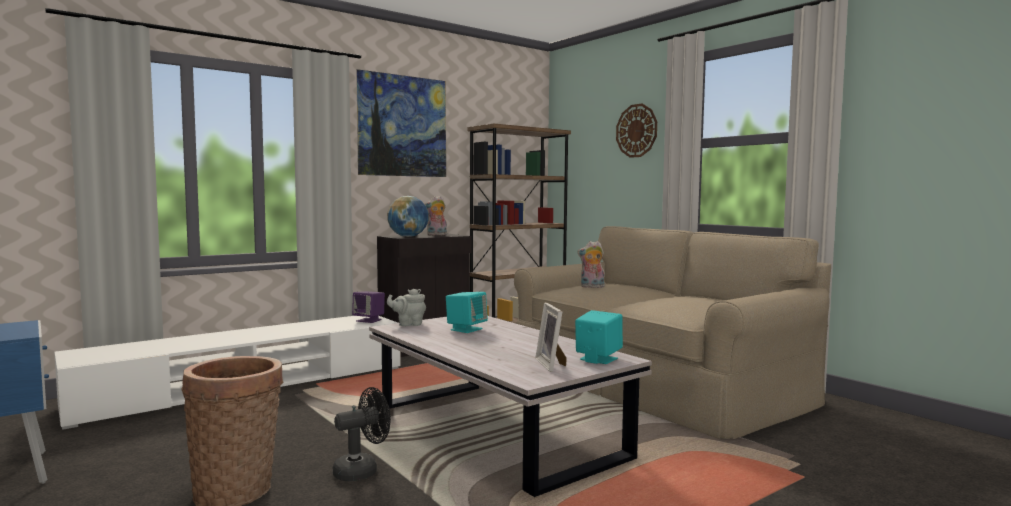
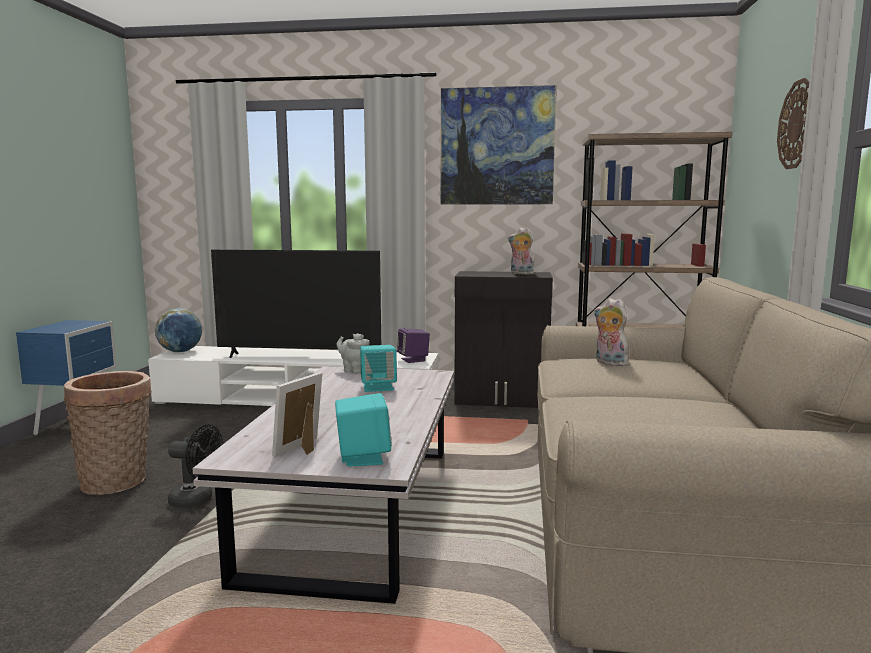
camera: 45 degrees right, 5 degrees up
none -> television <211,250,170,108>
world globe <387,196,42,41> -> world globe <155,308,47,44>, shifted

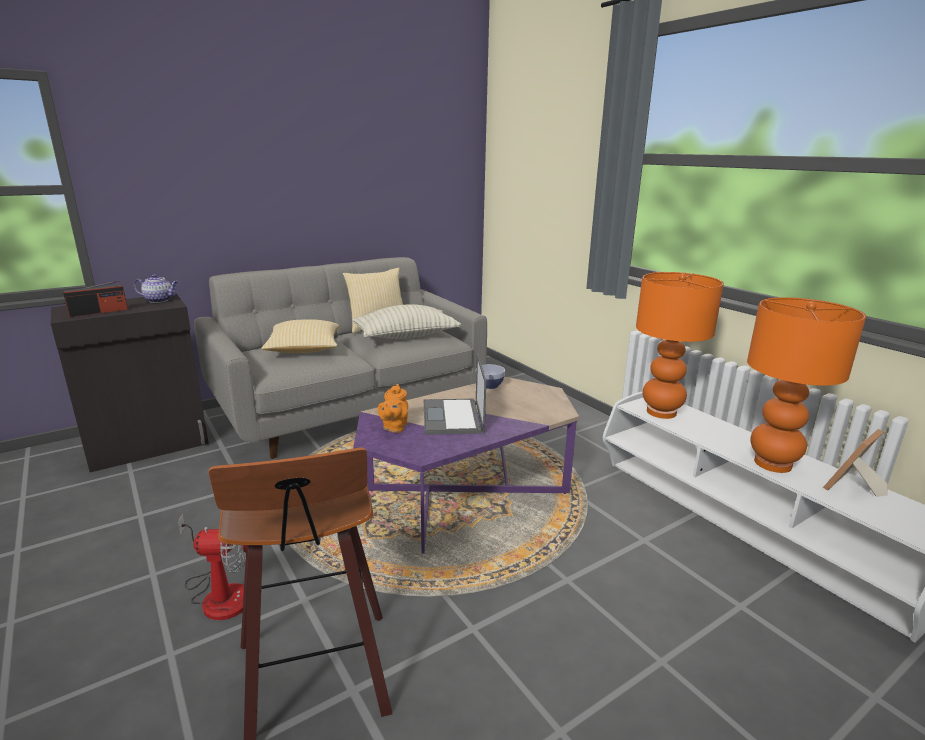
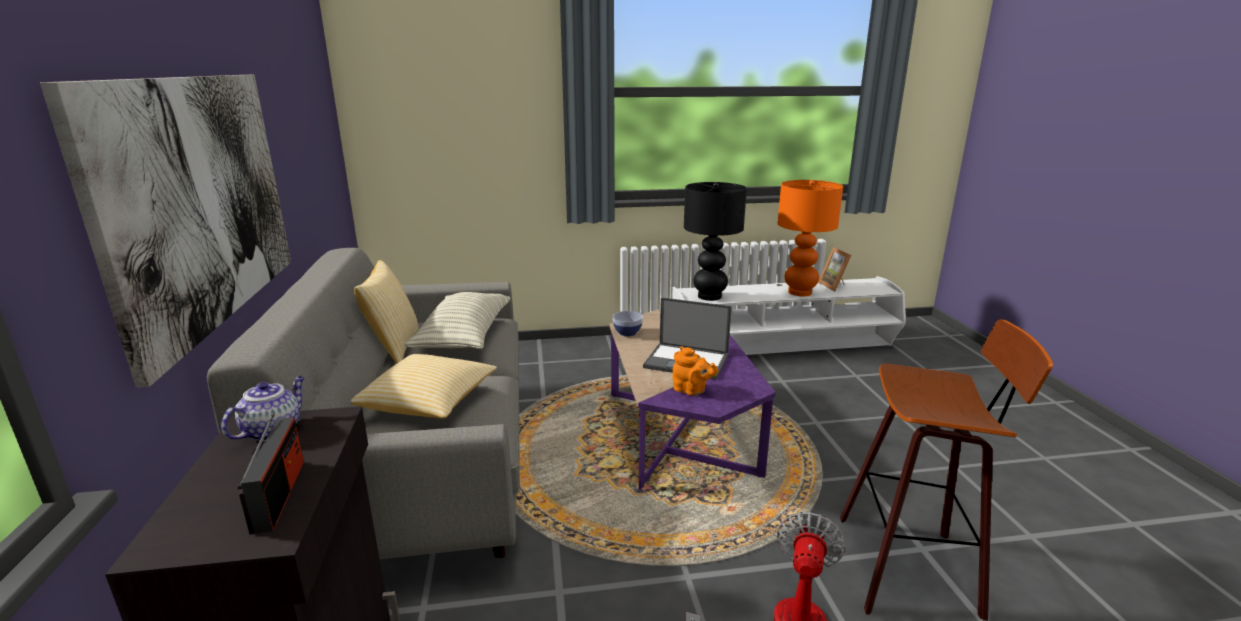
camera: 65 degrees left, 0 degrees up
none -> picture <40,75,251,312>
orangey tabletop lamp <636,272,88,147> -> blackish tabletop lamp <684,182,63,119>

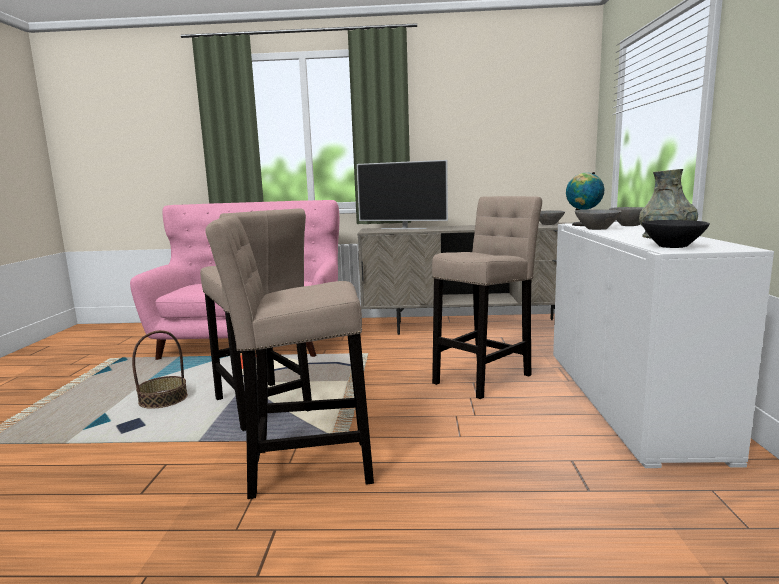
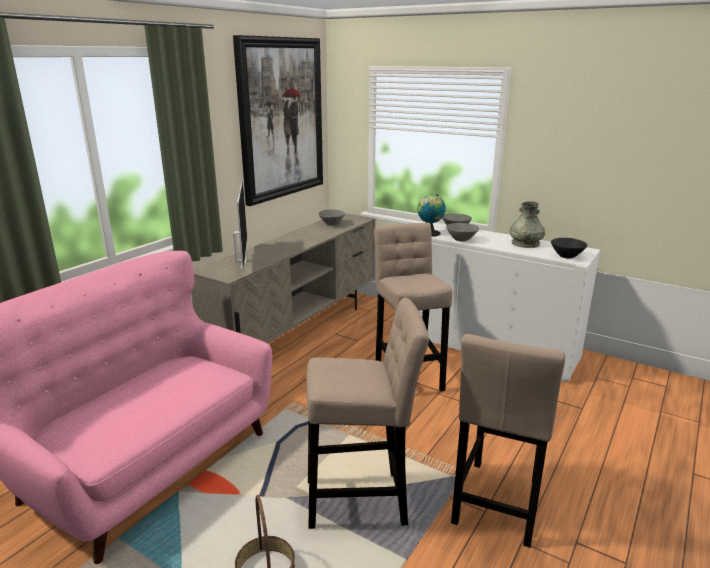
camera: 60 degrees left, 10 degrees up
none -> picture <233,35,90,171>
television <357,160,91,69> -> television <233,179,14,92>, 60 degrees counterclockwise

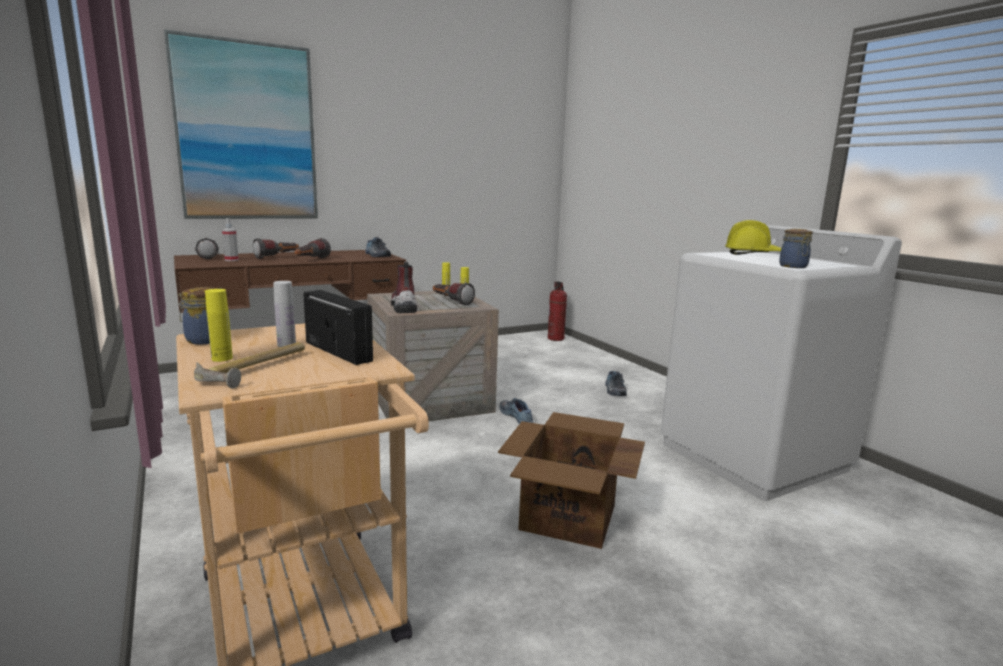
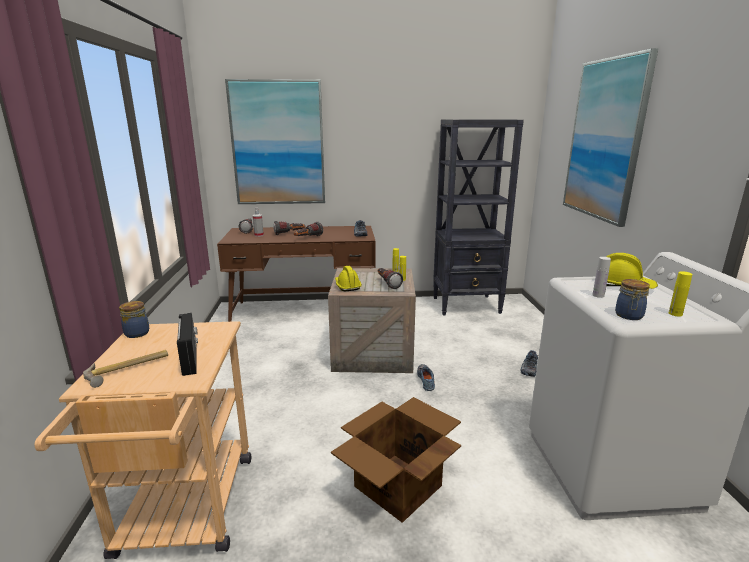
camera: 25 degrees right, 5 degrees up
extinguisher <548,281,19,60> -> none
none -> blackish bookshelf <433,119,91,196>
none -> picture <563,48,95,179>
yellow-coloured drink bottle <205,289,28,73> -> yellow-coloured drink bottle <669,271,23,46>, shifted
white-coloured drink bottle <273,281,23,66> -> white-coloured drink bottle <593,257,18,41>, shifted
high-top boot <391,262,26,51> -> yellow-coloured safety helmet <335,266,27,25>

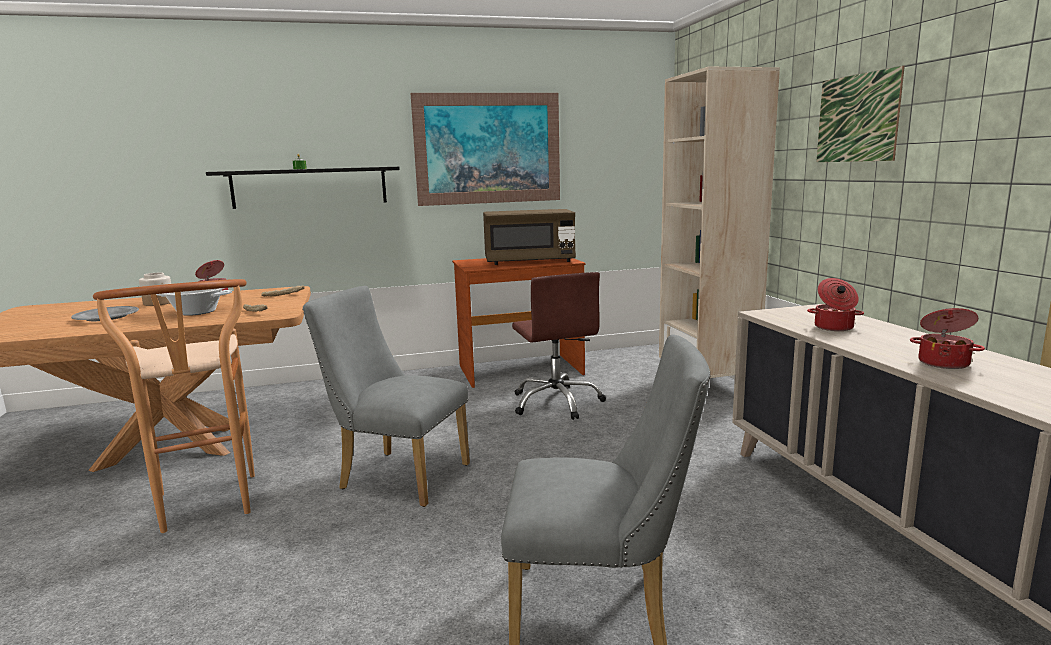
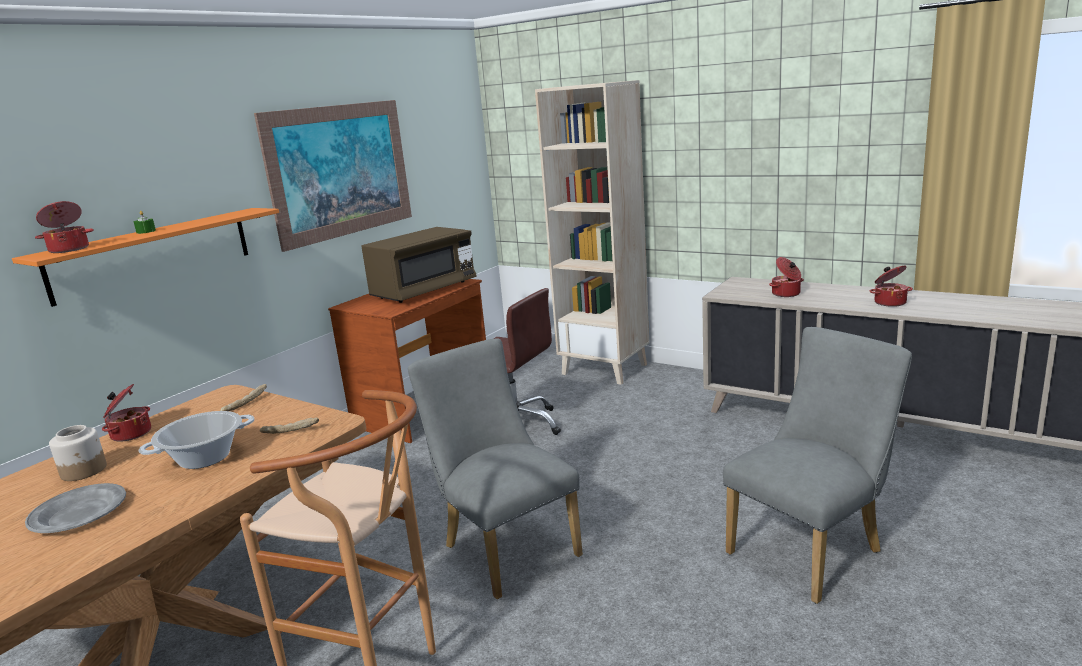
camera: 40 degrees left, 5 degrees up
picture <816,66,89,96> -> none
none -> cooking pot <35,201,59,52>
blackish shelf <206,167,194,42> -> orangey shelf <12,208,267,99>
greyish chair <302,286,168,221> -> greyish chair <408,339,175,260>, 75 degrees clockwise

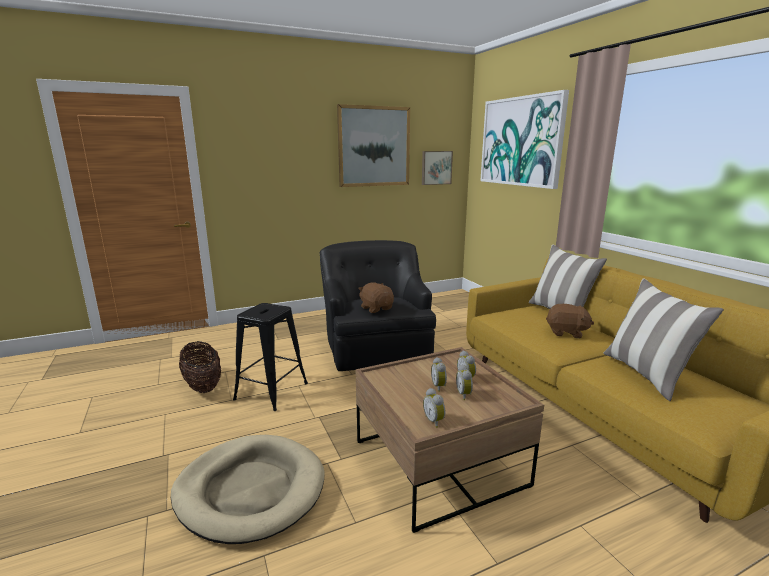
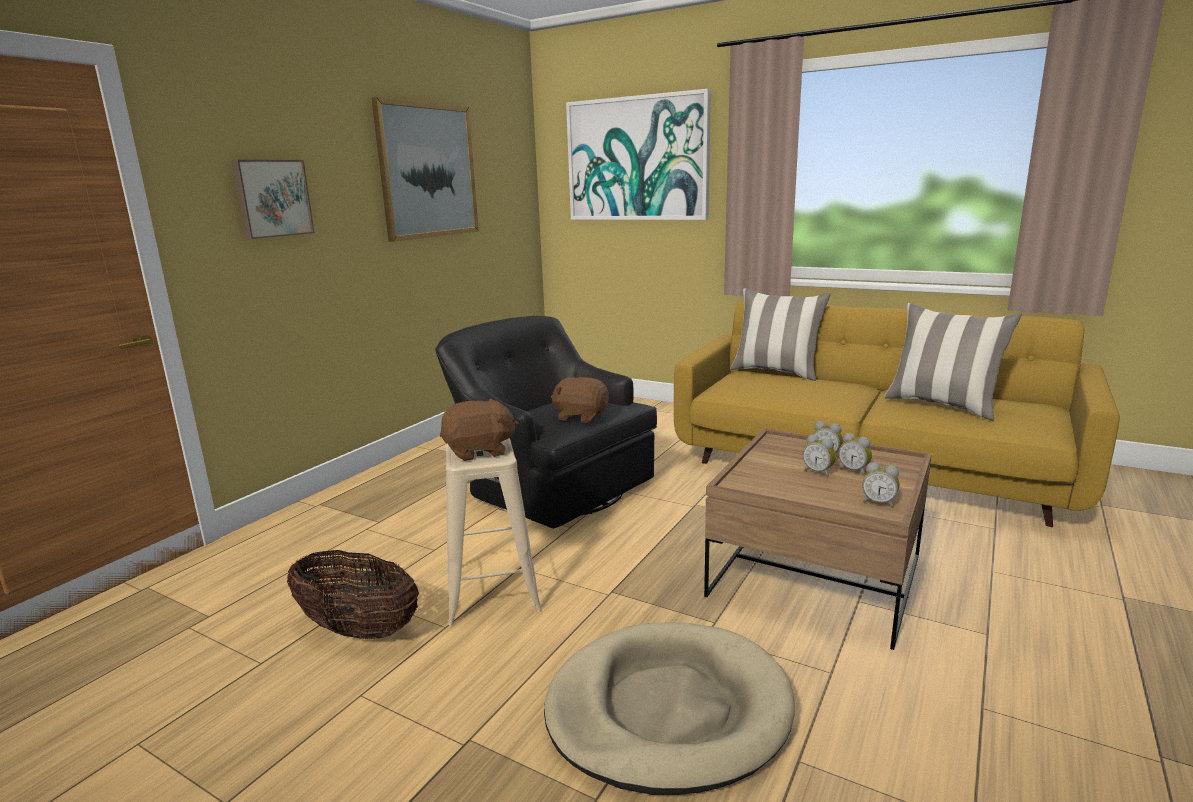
camera: 35 degrees left, 0 degrees up
picture <422,151,31,34> -> picture <232,160,83,79>, shifted
brown-coloured soft toy <546,304,48,34> -> brown-coloured soft toy <440,399,79,62>, shifted
blackish stool <233,303,75,108> -> sand-coloured stool <445,438,97,188>

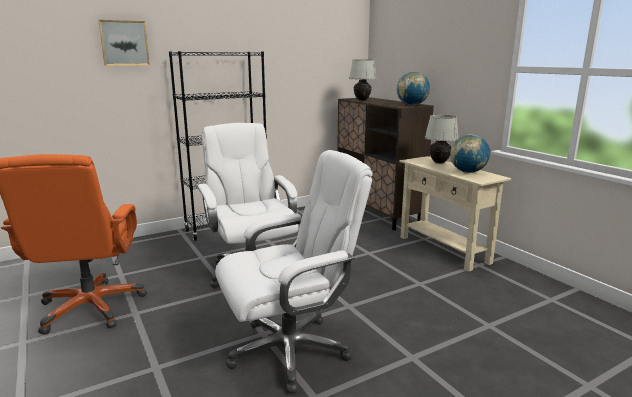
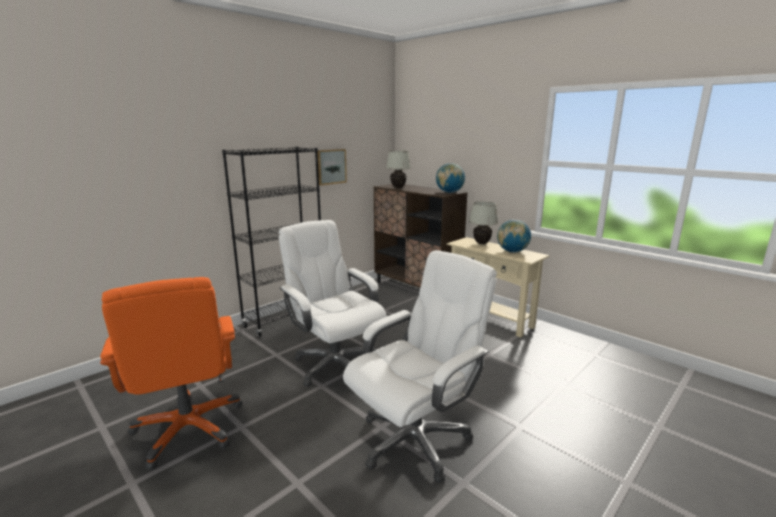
camera: 15 degrees left, 0 degrees up
picture <98,20,52,46> -> picture <318,149,29,37>, shifted

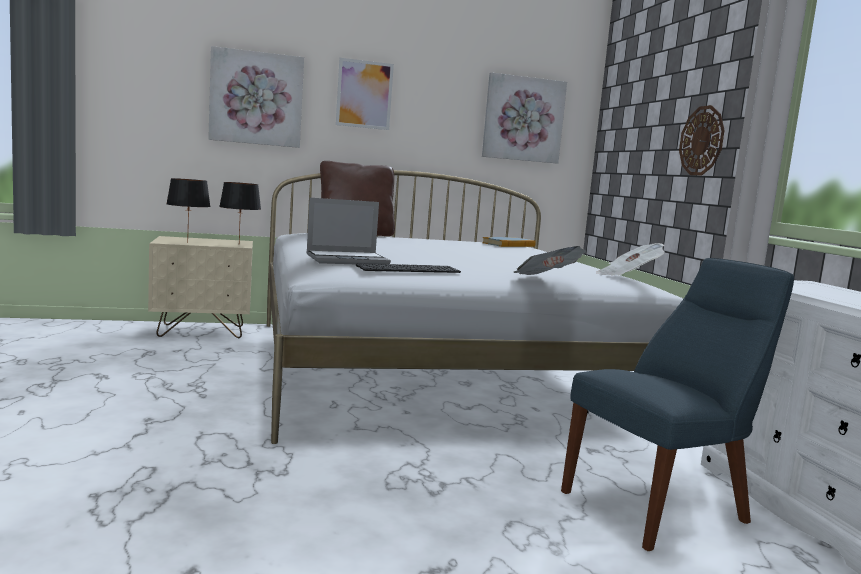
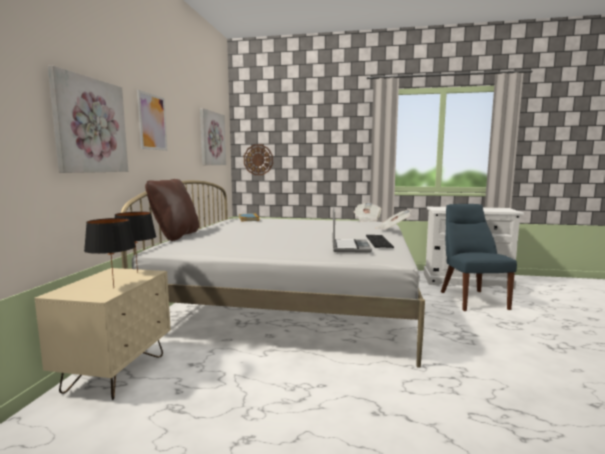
camera: 65 degrees left, 0 degrees up
hanging clock <679,105,46,71> -> hanging clock <244,144,29,31>, shifted

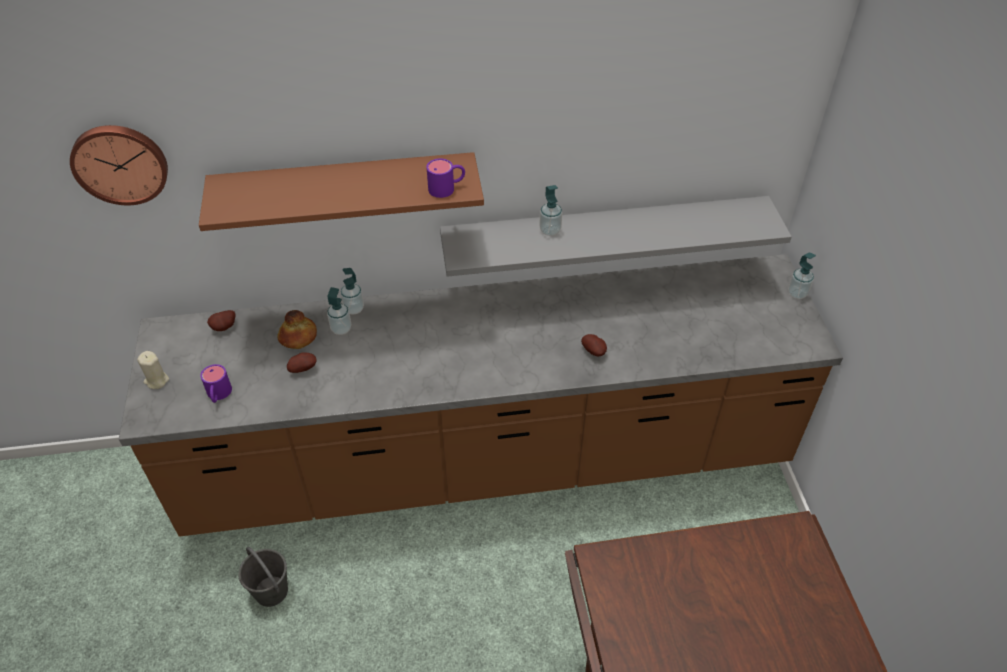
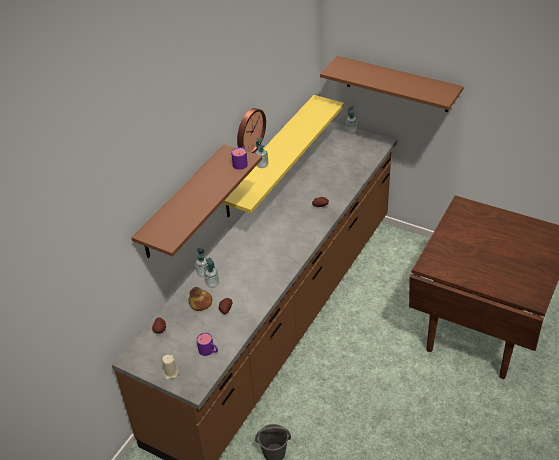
camera: 50 degrees left, 5 degrees down
none -> brown-coloured shelf <320,56,144,56>
hanging clock <70,125,98,80> -> hanging clock <237,108,29,45>, shifted
greyish shelf <440,196,352,81> -> yellow-coloured shelf <222,95,122,123>

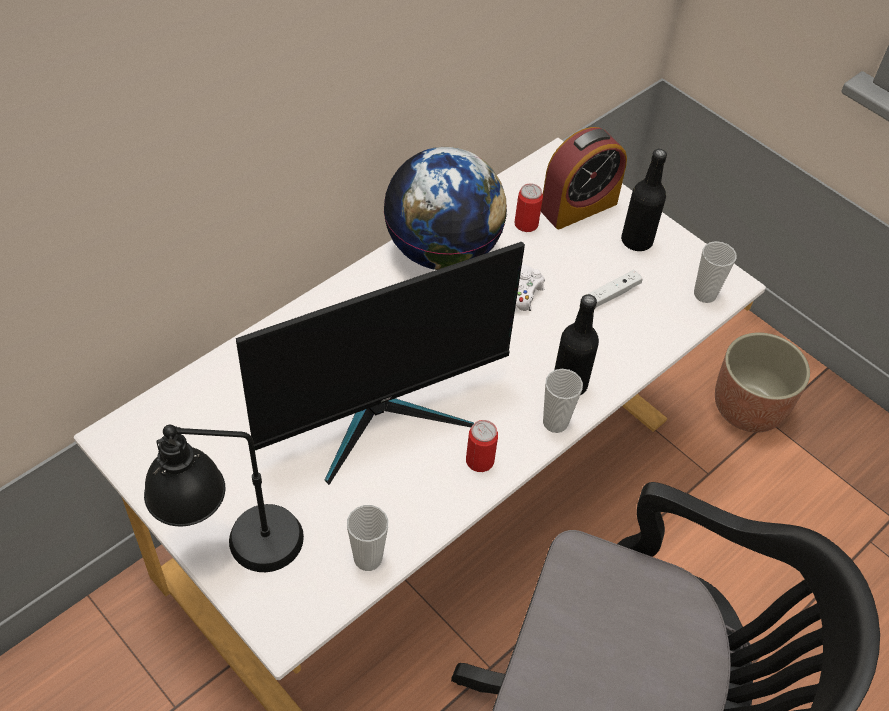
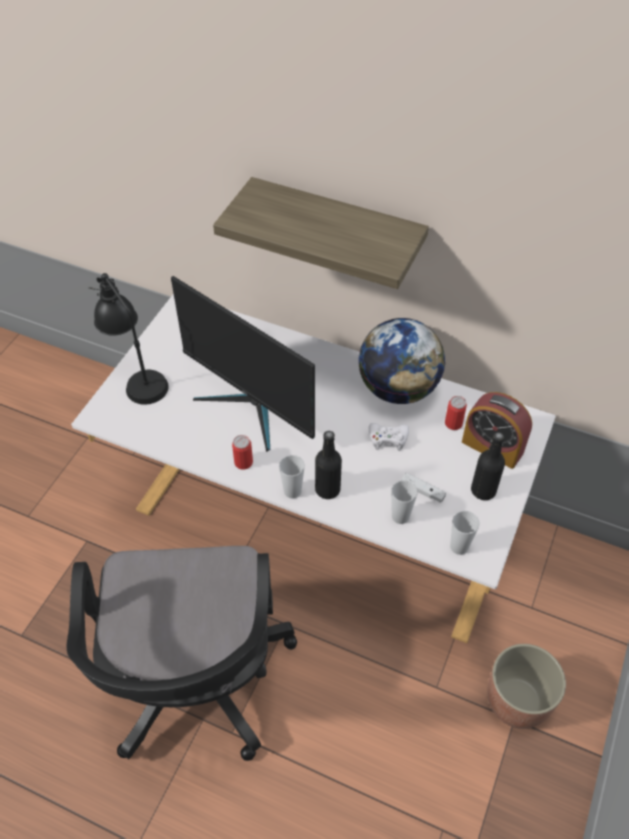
camera: 70 degrees right, 0 degrees up
none -> shelf <213,177,216,112>
cup <347,505,41,66> -> cup <391,480,27,44>, shifted

